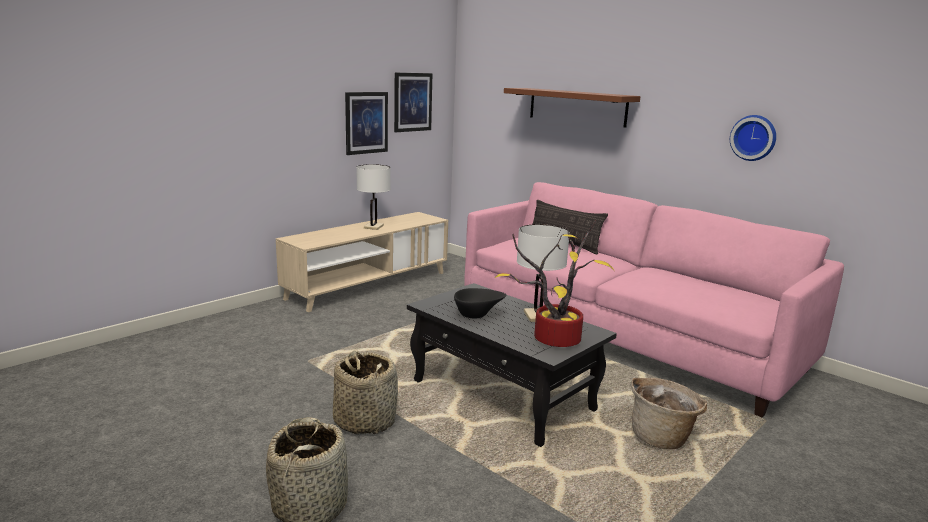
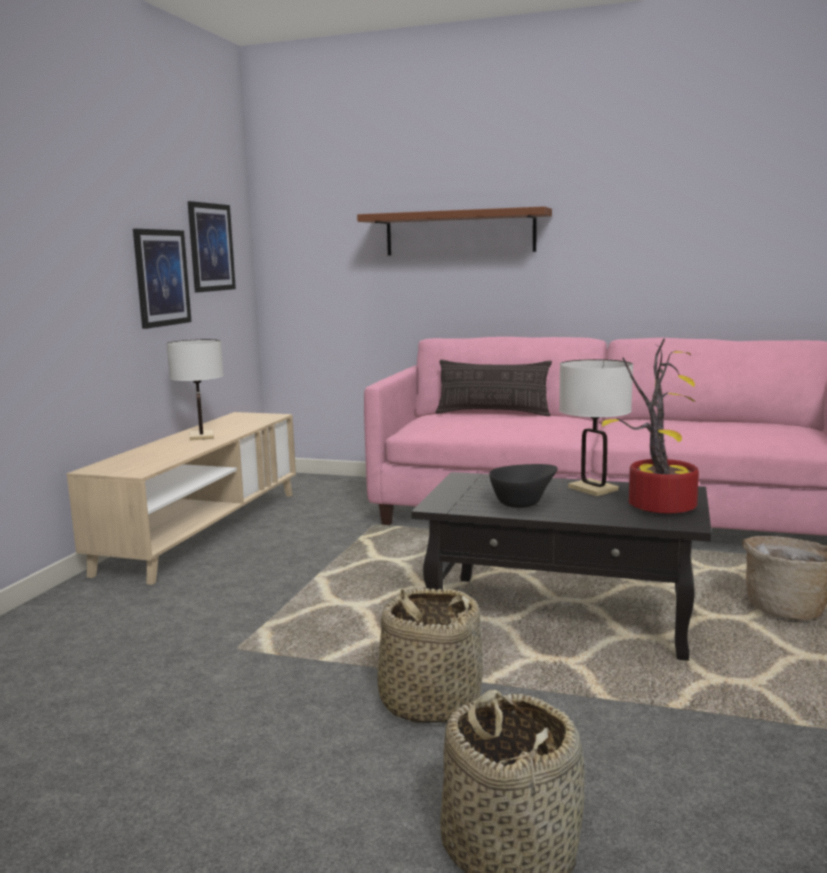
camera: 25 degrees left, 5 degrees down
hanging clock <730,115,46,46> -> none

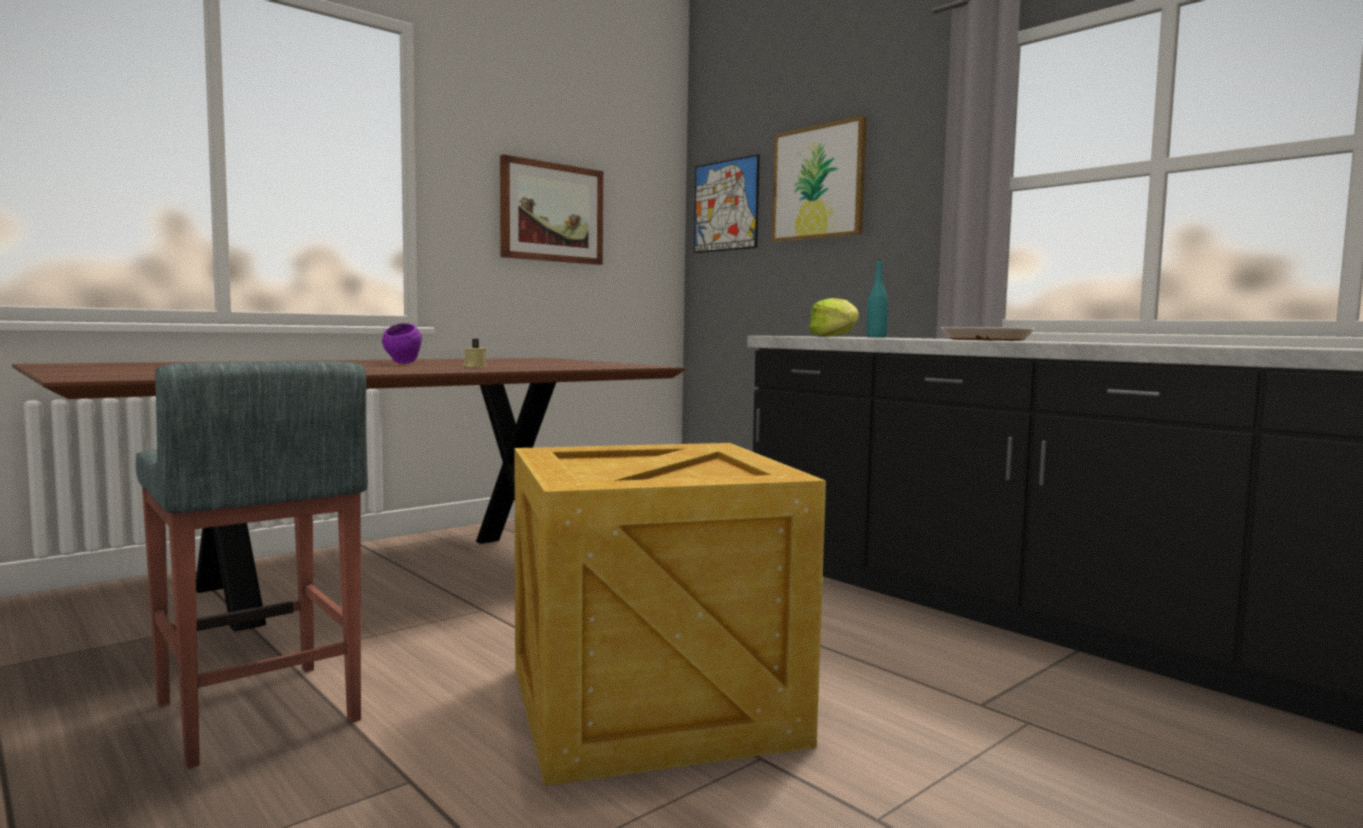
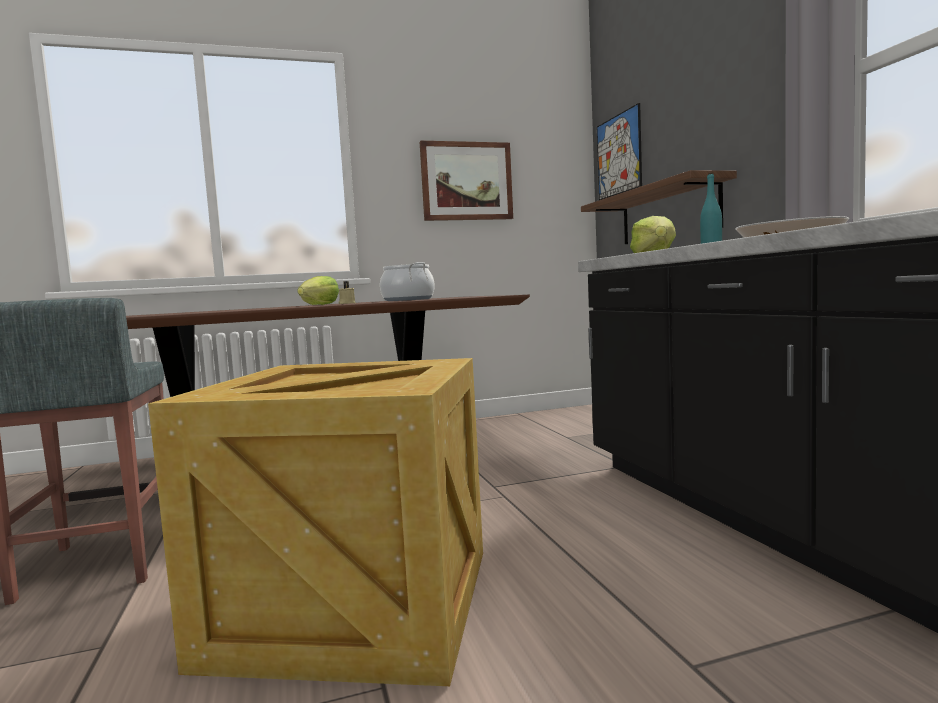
camera: 25 degrees right, 0 degrees up
picture <772,116,95,126> -> none
none -> cooking pot <380,262,55,39>
none -> shelf <581,170,156,74>
purple bowl <382,323,40,40> -> head of lettuce <297,276,42,29>

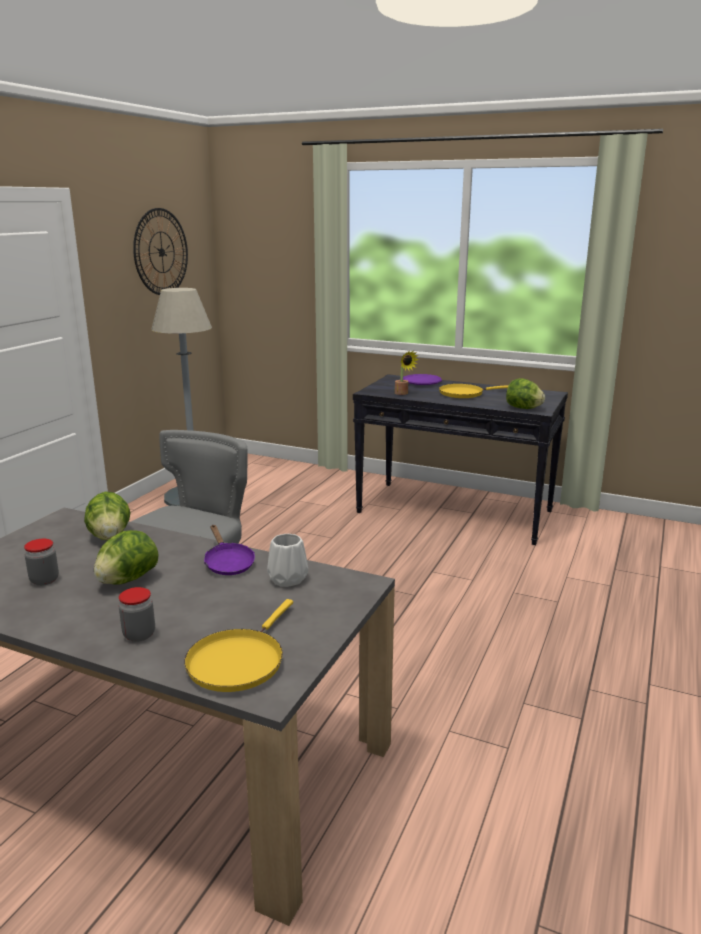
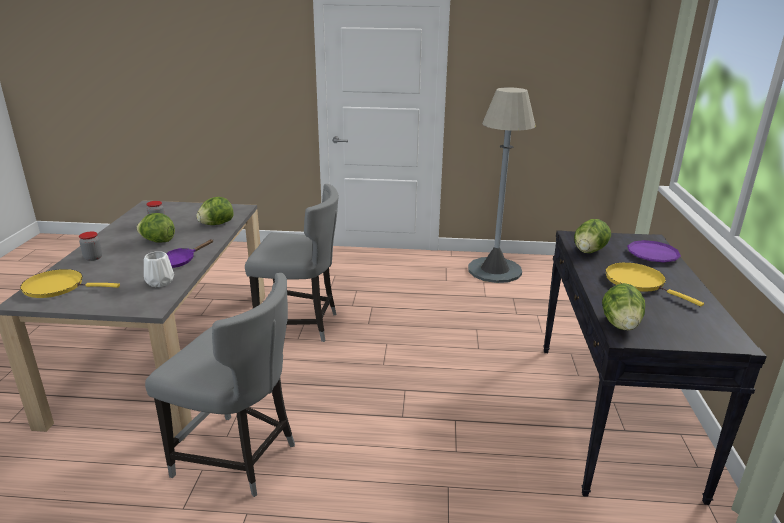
camera: 70 degrees right, 5 degrees up
hanging clock <133,208,55,87> -> none
none -> greyish chair <145,273,150,224>
houseplant <395,350,24,45> -> head of lettuce <574,219,37,34>

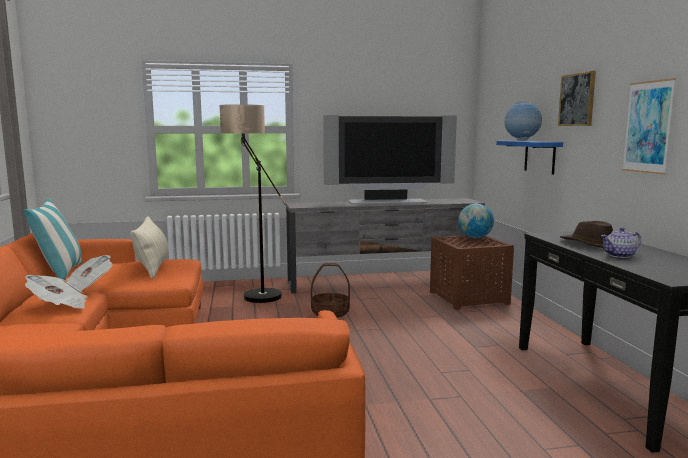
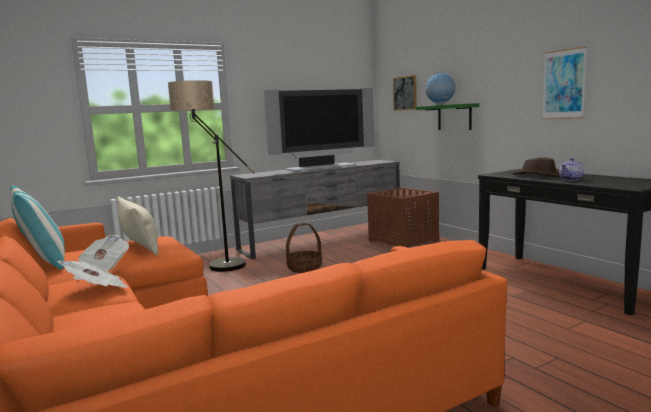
camera: 20 degrees left, 0 degrees up
world globe <458,204,36,34> -> none
picture <558,71,38,55> -> picture <393,75,24,36>, shifted
bluish shelf <496,141,67,34> -> green-coloured shelf <416,103,63,27>

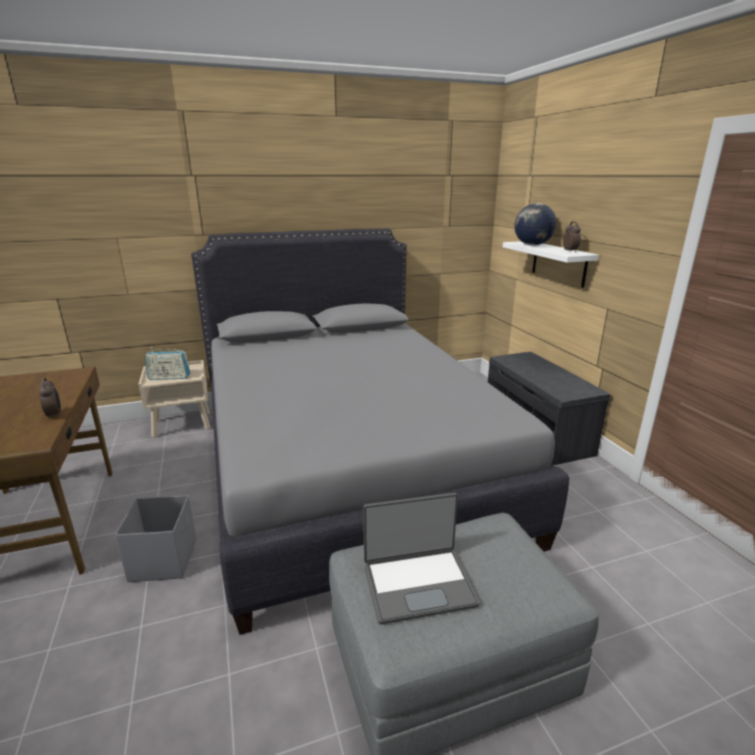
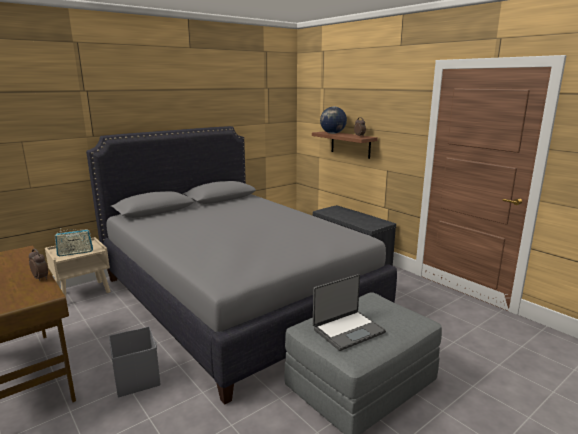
camera: 20 degrees left, 5 degrees down
white-coloured shelf <503,241,96,47> -> brown-coloured shelf <312,131,66,28>

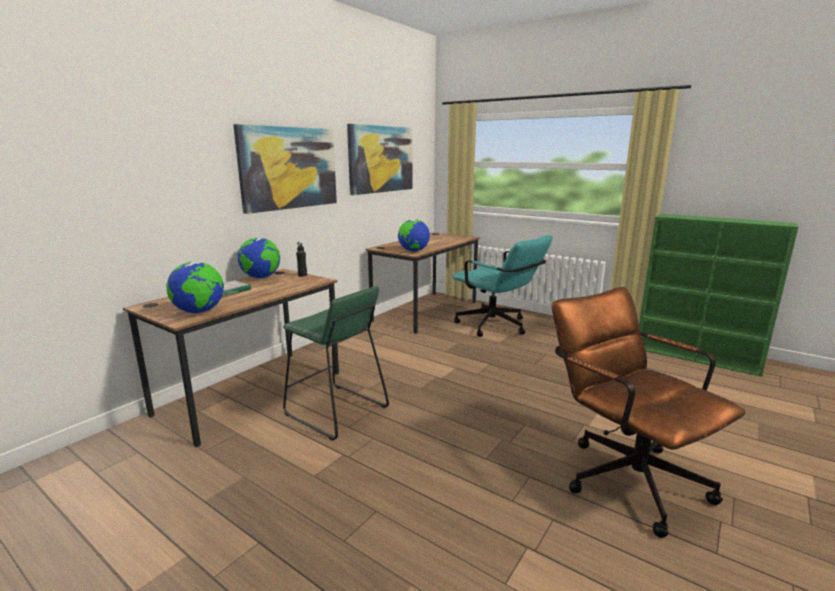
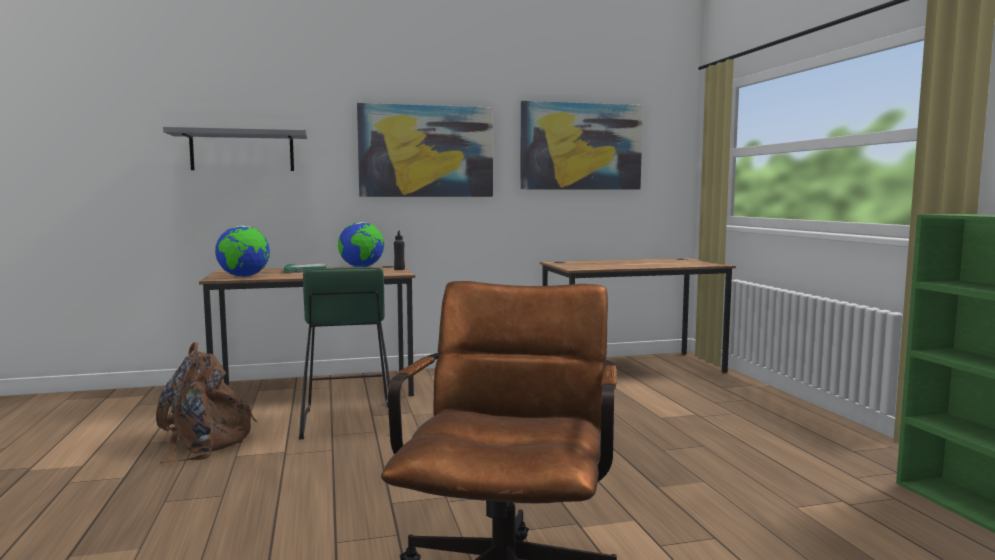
camera: 40 degrees right, 10 degrees down
world globe <398,219,32,33> -> none
turquoise-coloured office chair <452,235,101,102> -> none
none -> brown-coloured backpack <156,342,101,121>
none -> greyish shelf <163,127,144,44>

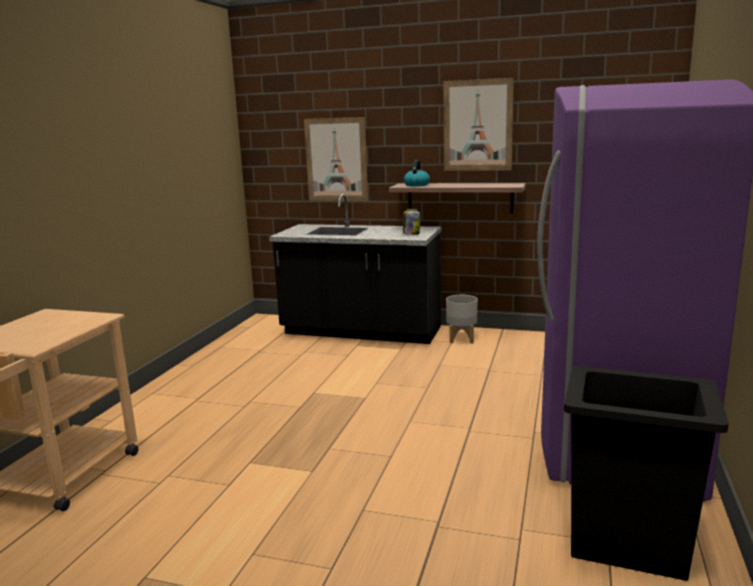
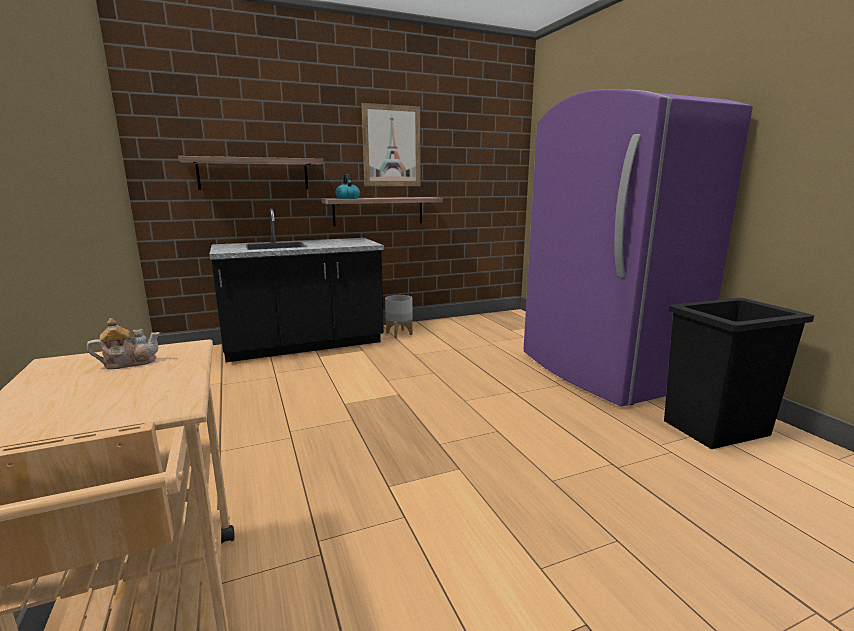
camera: 40 degrees left, 0 degrees up
preserve jar <403,208,17,27> -> none
none -> teapot <87,318,73,51>
picture <304,117,64,84> -> shelf <178,156,145,34>

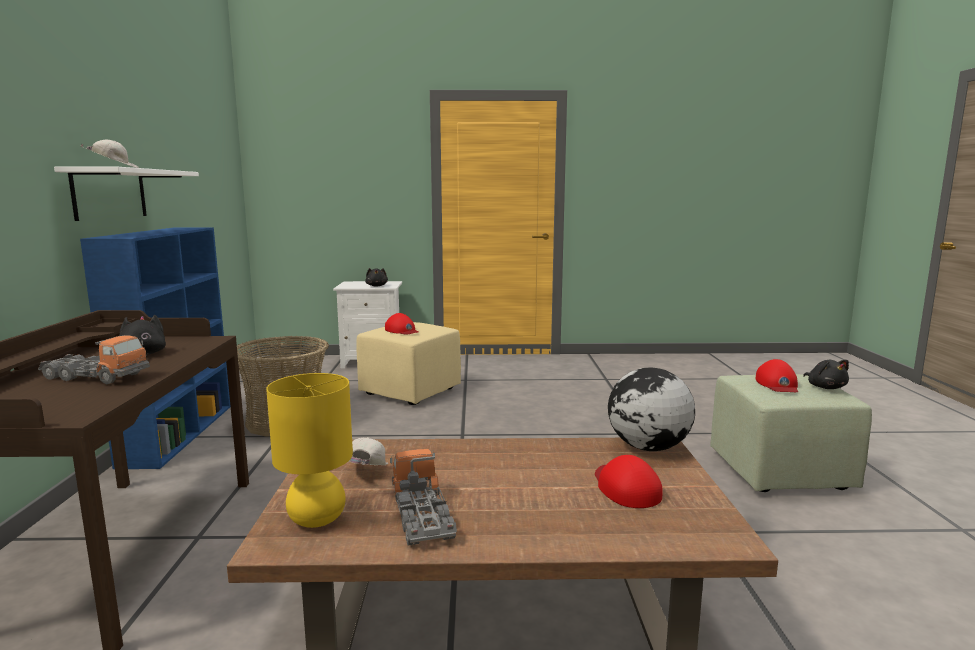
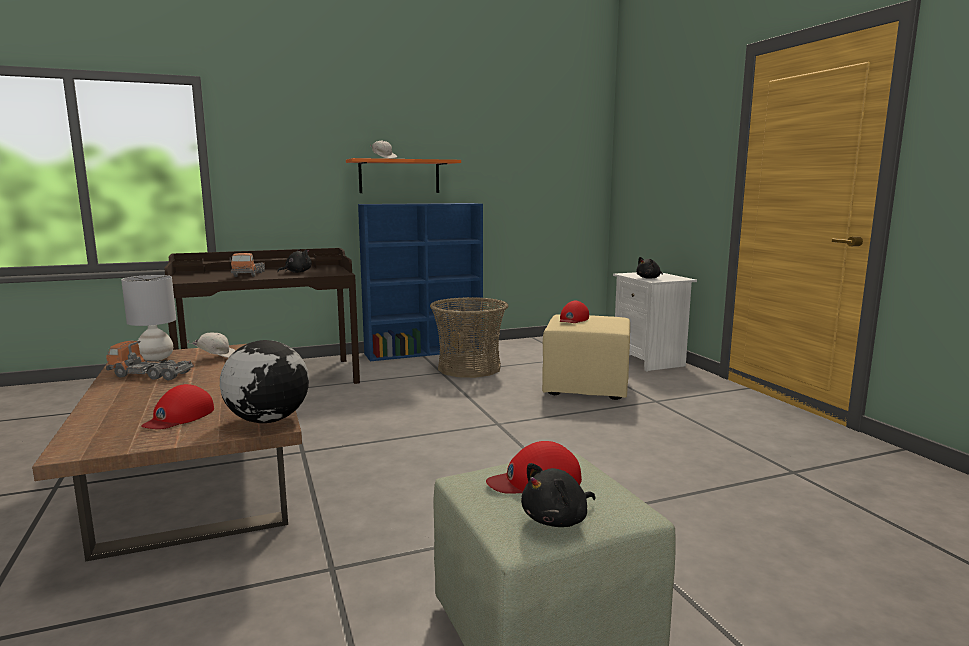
camera: 70 degrees right, 0 degrees up
white-coloured shelf <54,167,145,54> -> orangey shelf <346,158,115,35>
yellow-coloured tabletop lamp <266,373,87,155> -> greyish tabletop lamp <121,275,55,86>
toy truck <390,449,67,96> -> toy truck <106,341,88,40>, 135 degrees counterclockwise
reddish baseball cap <595,455,68,53> -> reddish baseball cap <141,384,73,45>, 150 degrees clockwise

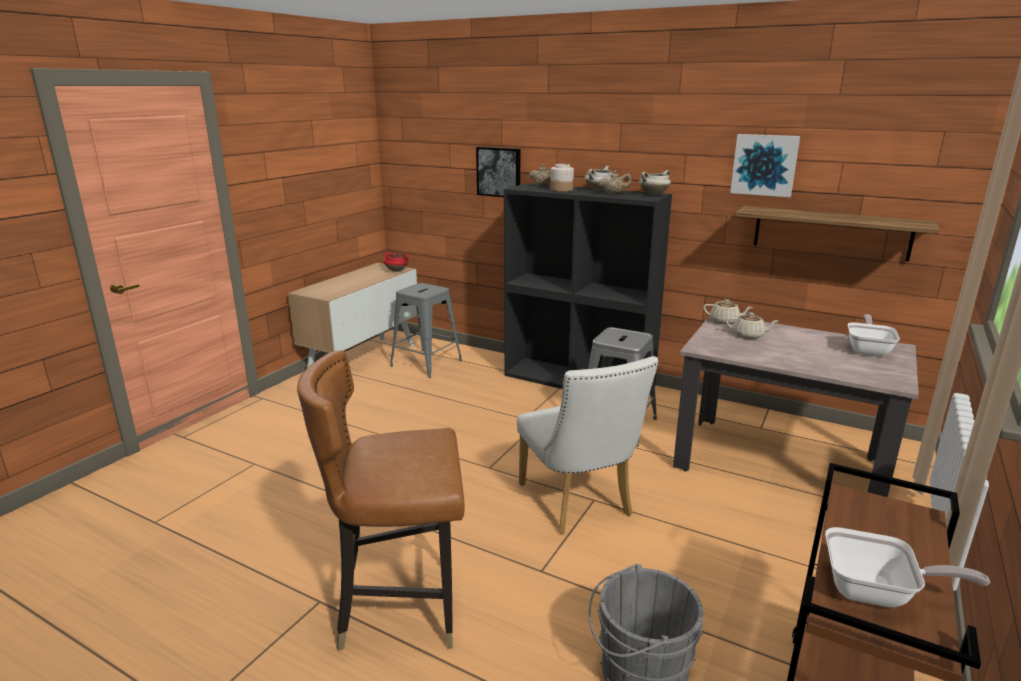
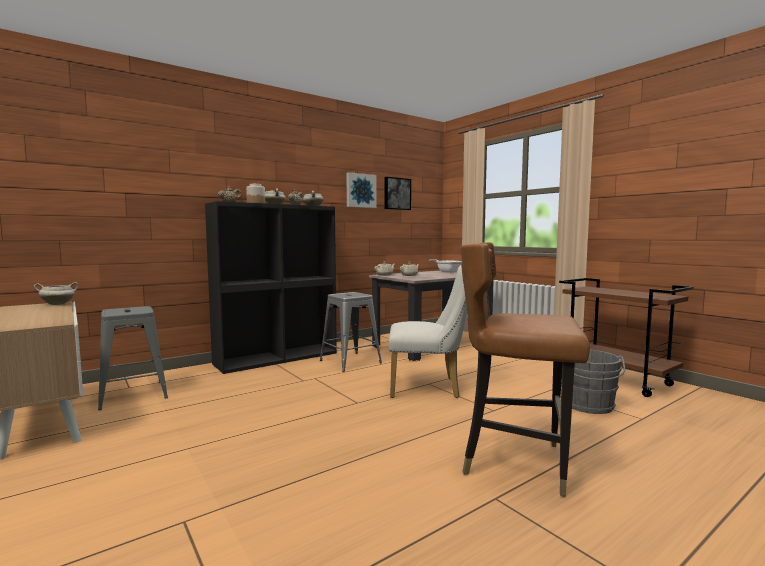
camera: 65 degrees left, 15 degrees down
shelf <735,206,204,56> -> none
pan <825,527,165,80> -> none
picture <476,147,44,50> -> picture <384,177,27,33>, shifted
reddish cooking pot <383,251,26,21> -> white-coloured cooking pot <34,282,45,23>
brown-coloured chair <297,351,168,300> -> brown-coloured chair <460,242,130,255>, 90 degrees clockwise

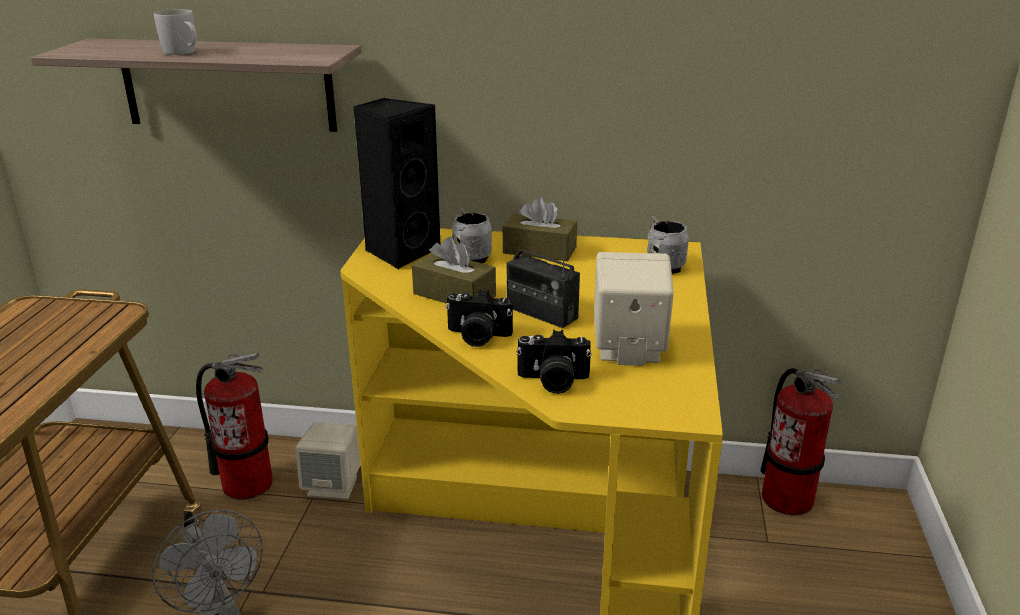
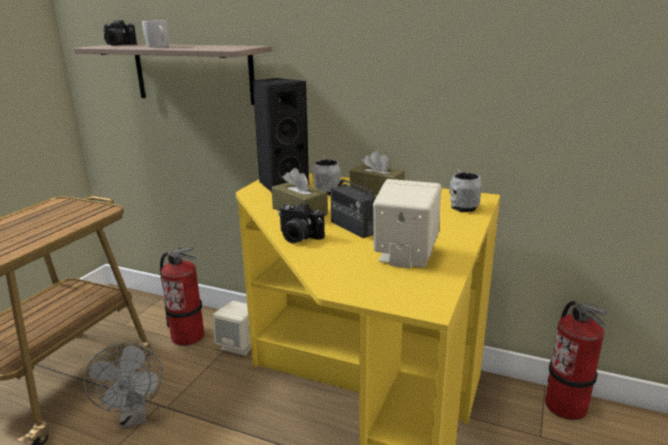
camera: 15 degrees right, 5 degrees down
photo camera <516,330,76,64> -> photo camera <103,20,34,26>, shifted

